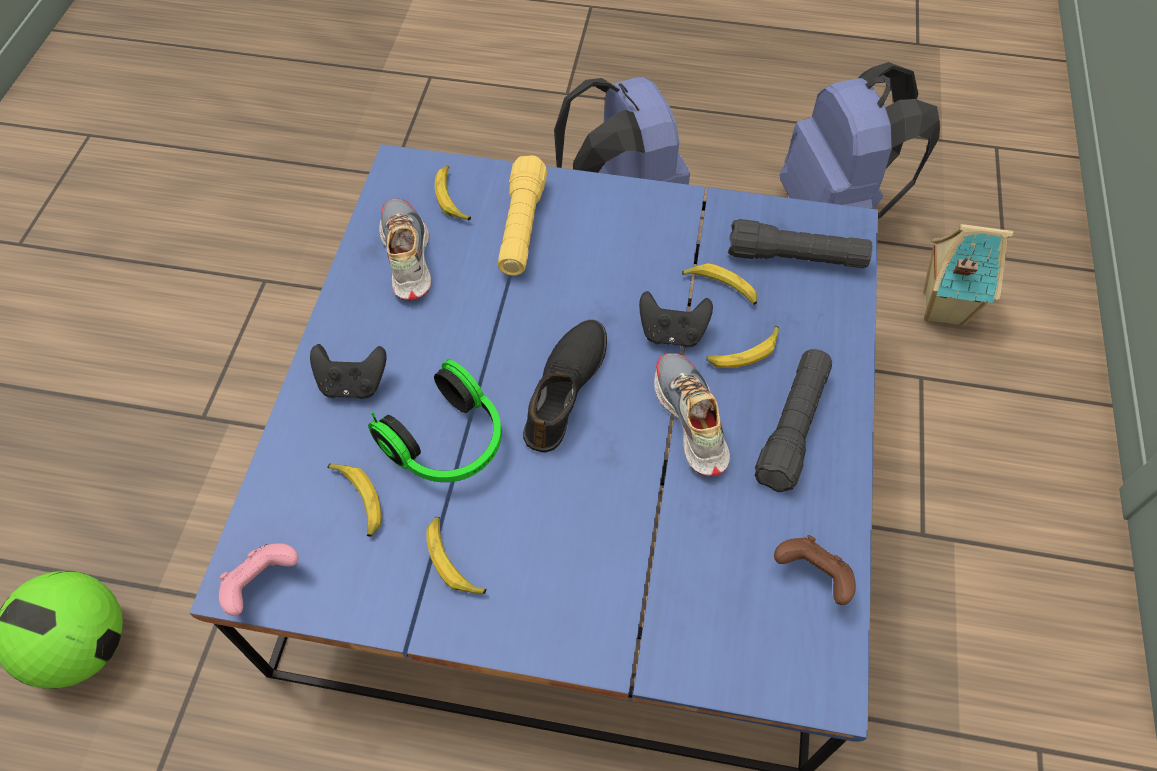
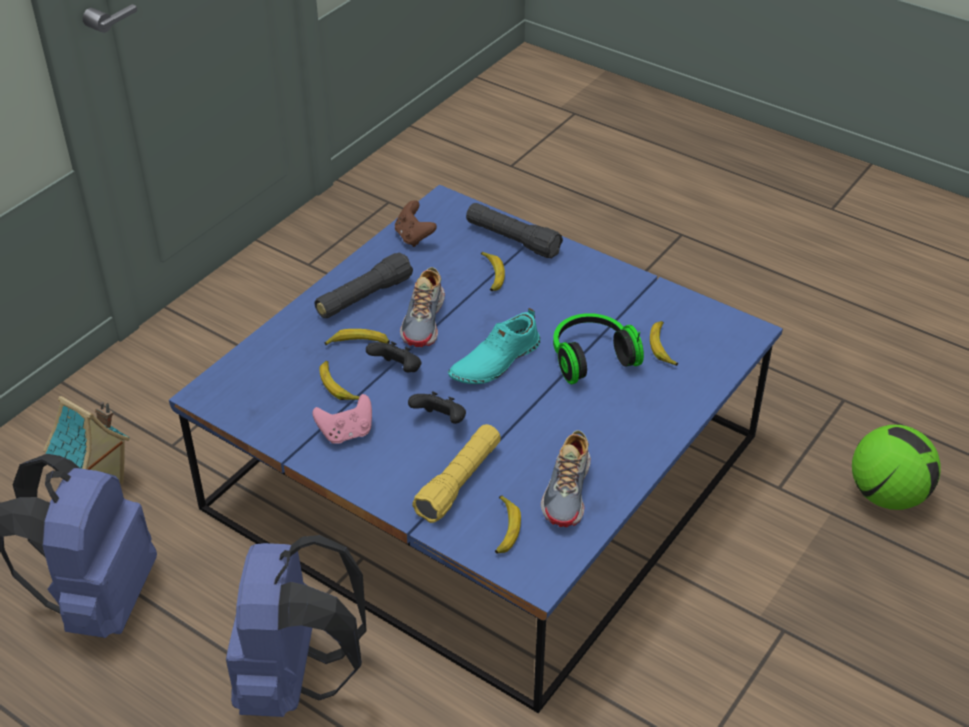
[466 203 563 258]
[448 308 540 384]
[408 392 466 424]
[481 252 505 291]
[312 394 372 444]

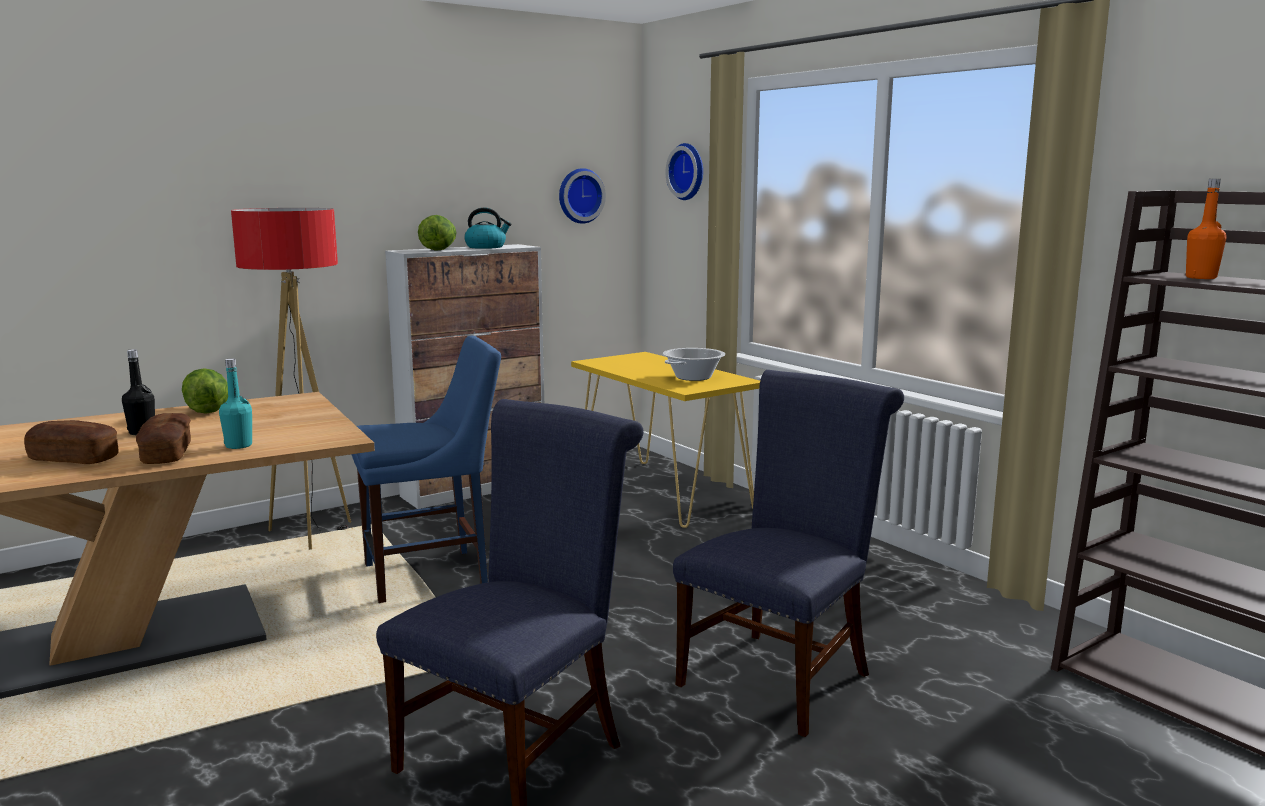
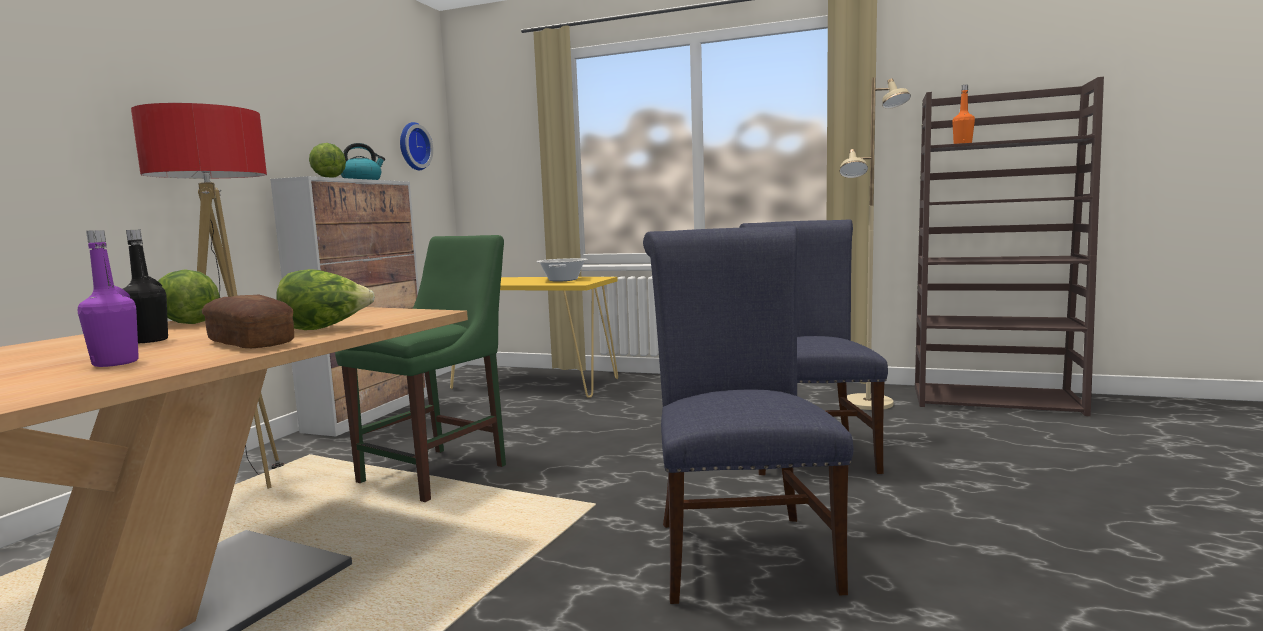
[666 143 703 200] (first image)
[335 235 506 502]
[277 269 375 330]
[78 230 139 367]
[840 77 911 410]

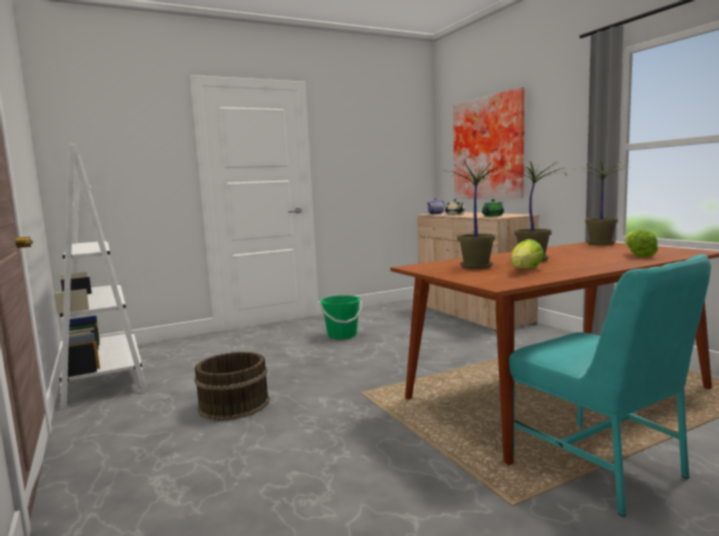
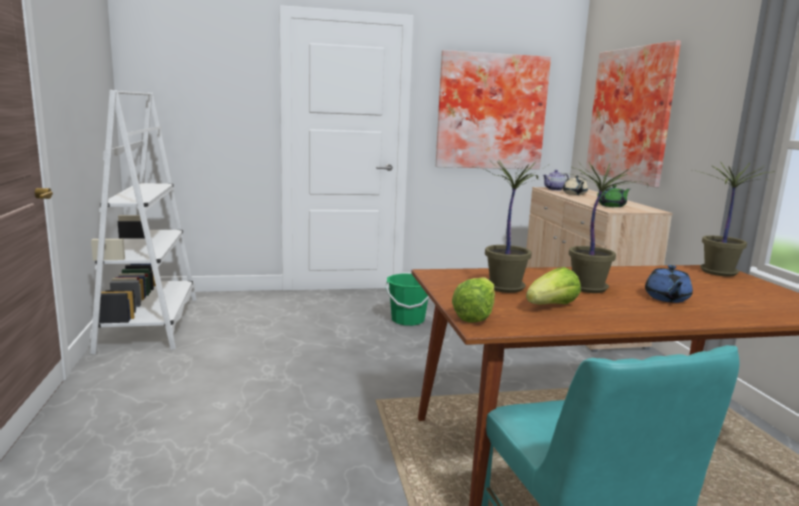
[452 277 495 323]
[194 352 269 421] (first image)
[436 50 551 169]
[645 265 693 303]

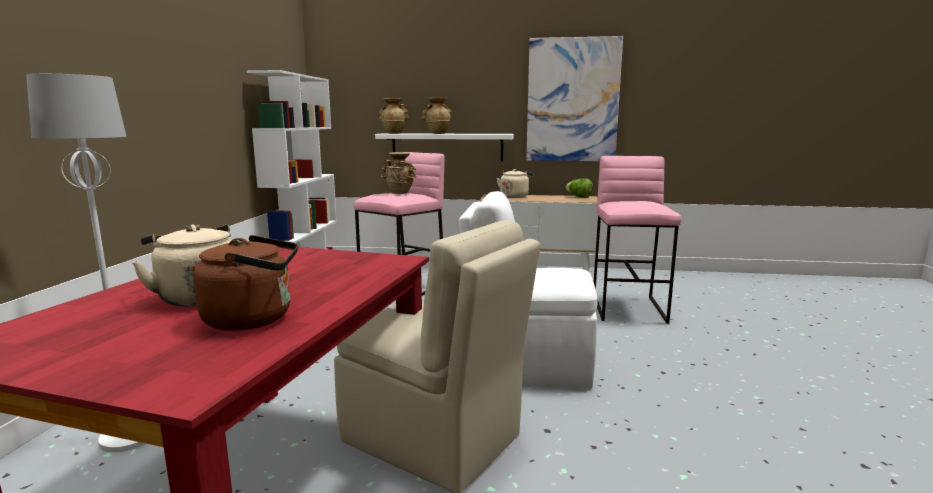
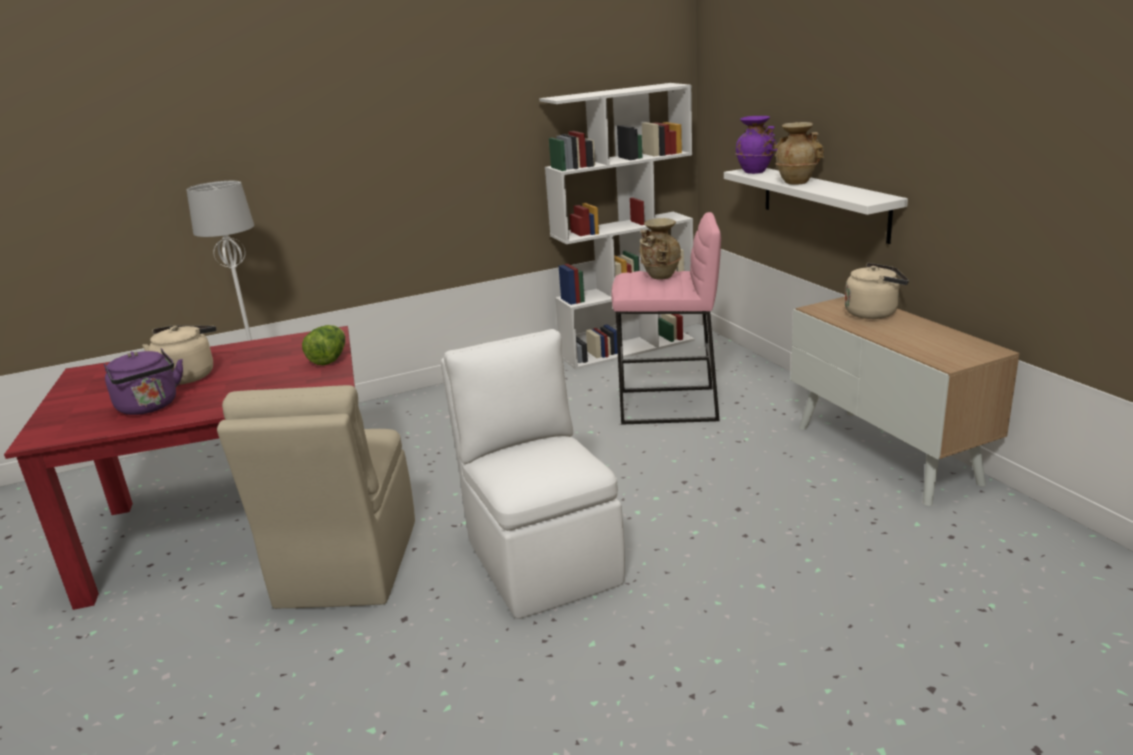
[526 36 623 161] (first image)
[735 116 778 174]
[594 156 681 324] (first image)
[302 325 345 366]
[104 348 183 415]

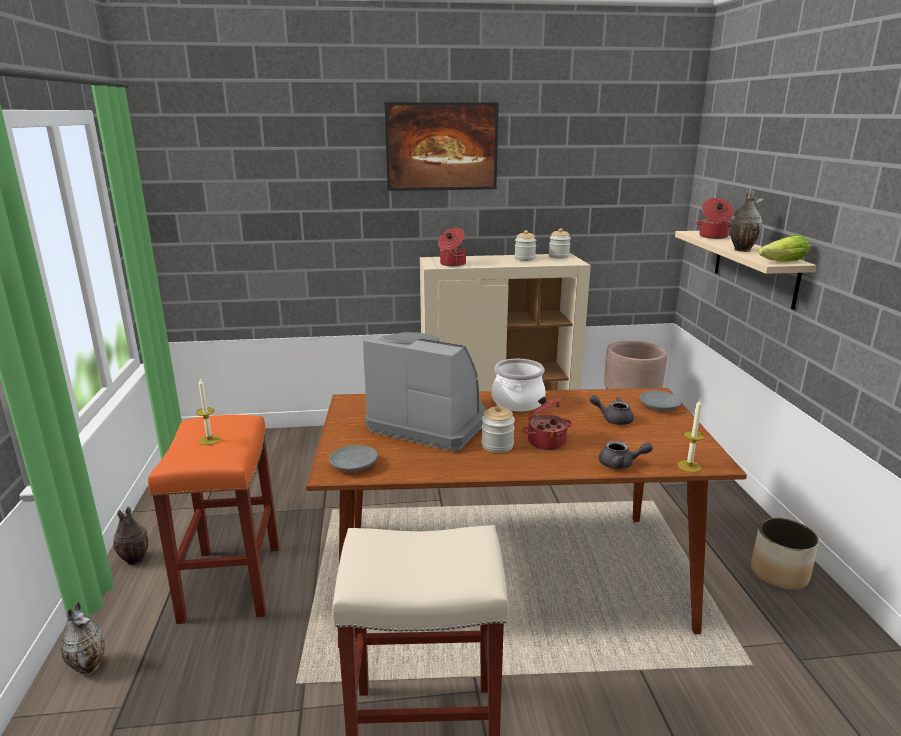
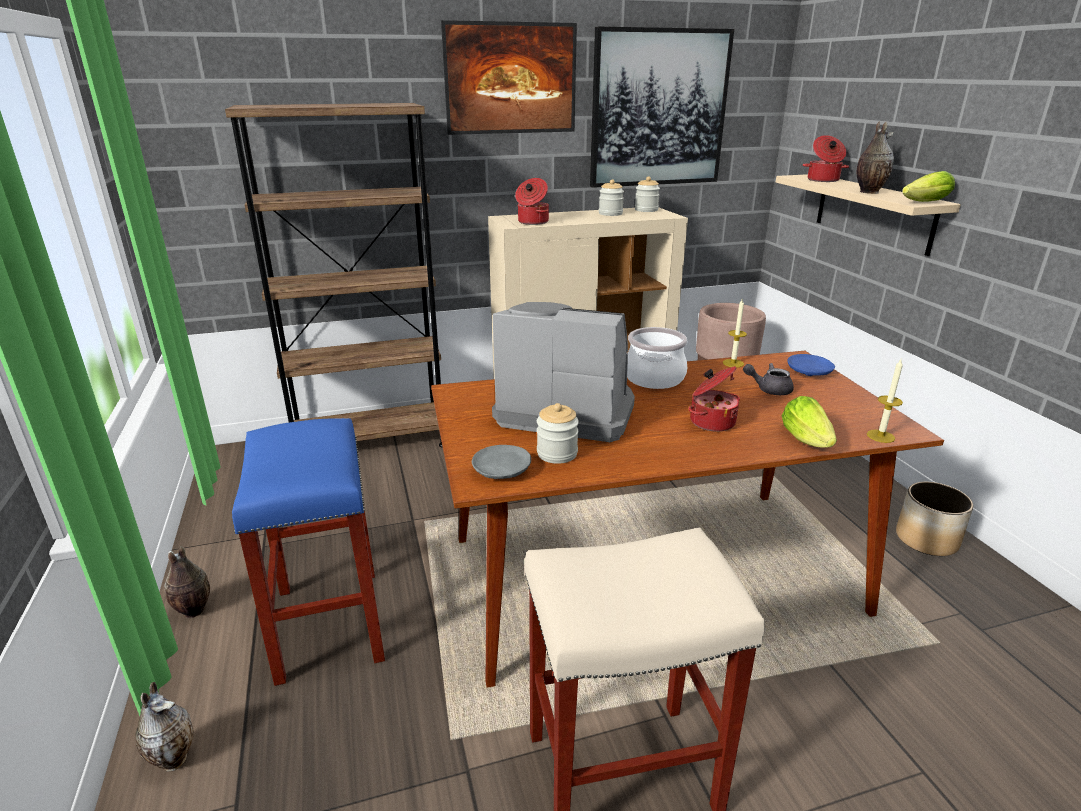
[723 298 747 368]
[787 354 835 376]
[537 403 579 464]
[232 418 385 686]
[782 396 837 448]
[590 27 734 188]
[225 103 442 447]

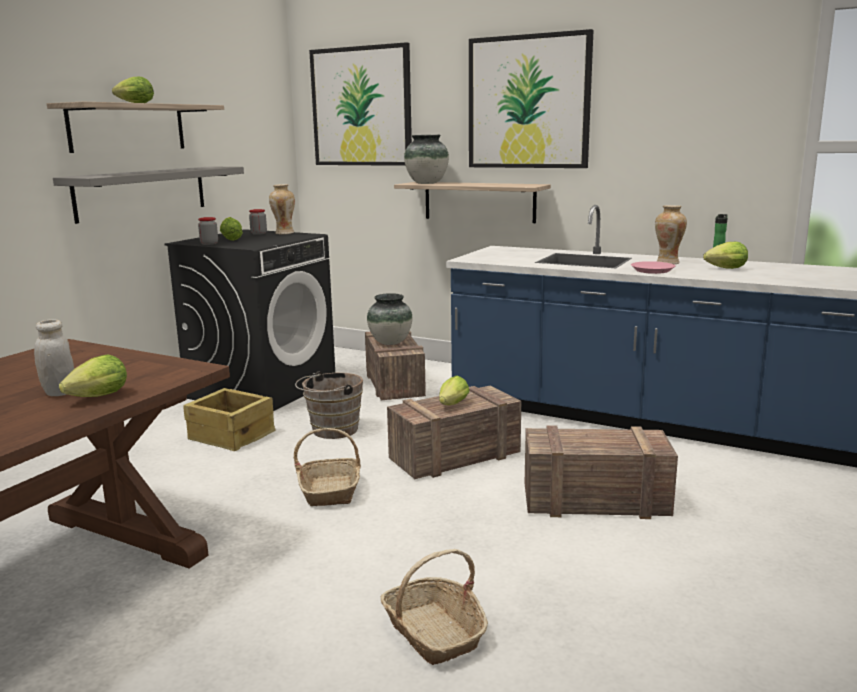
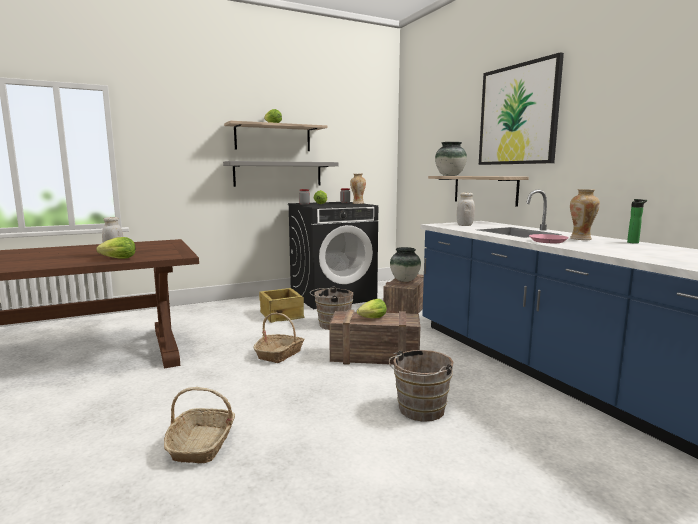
[309 42 412 166] (first image)
[703 242 748 269] (first image)
[389 350 454 422]
[457 193 475 226]

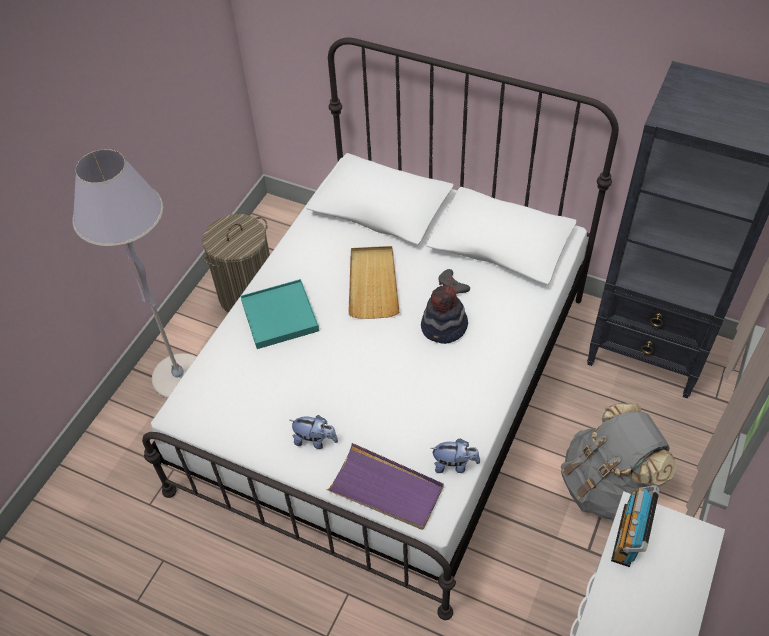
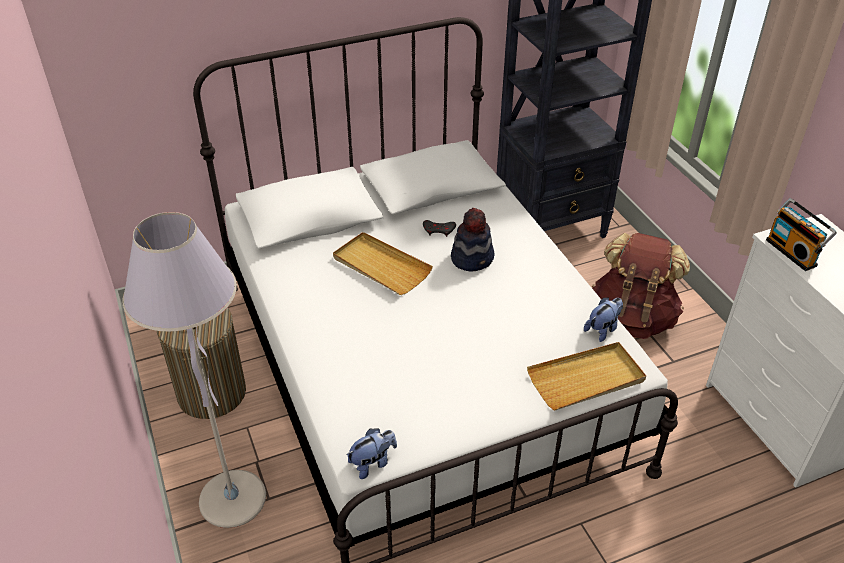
[240 279 319 349] (first image)
[592 233 690 339]
[346 428 397 479]
[527 342 646 410]

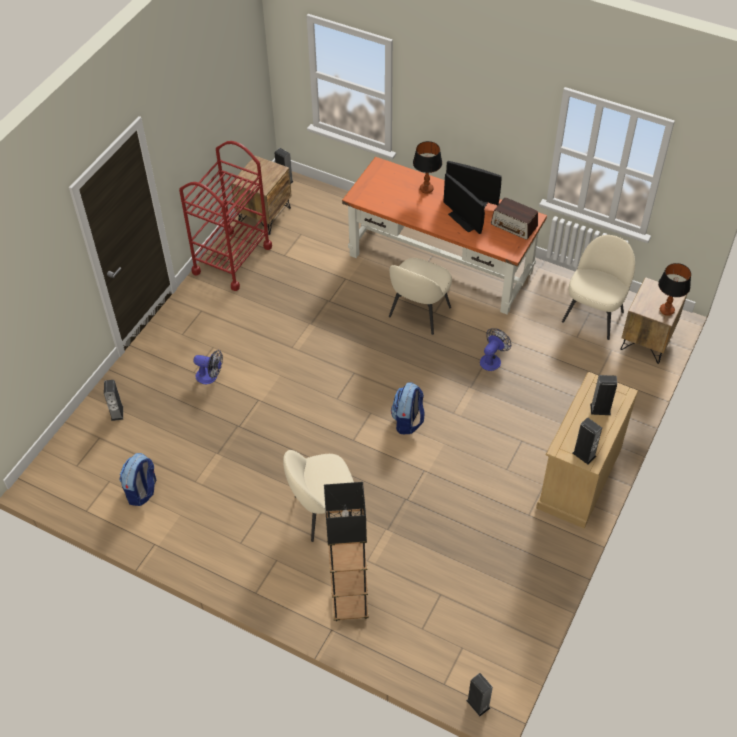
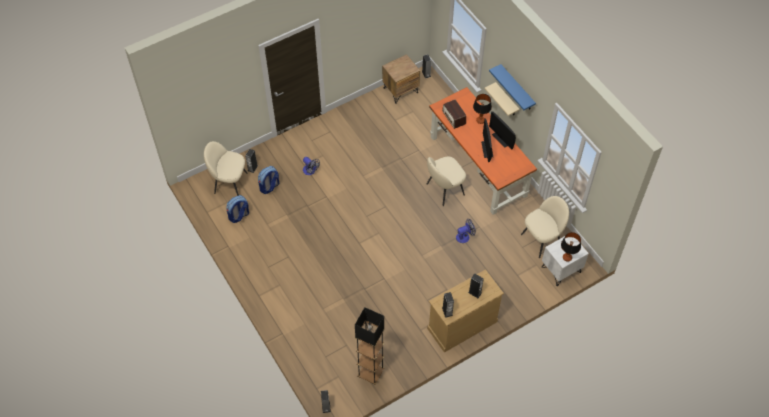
[179 141 272 291] (first image)
[442 100 466 129]
[542 236 589 286]
[258 166 279 194]
[204 141 247 196]
[355 307 384 385]
[489 64 536 110]
[484 82 520 116]

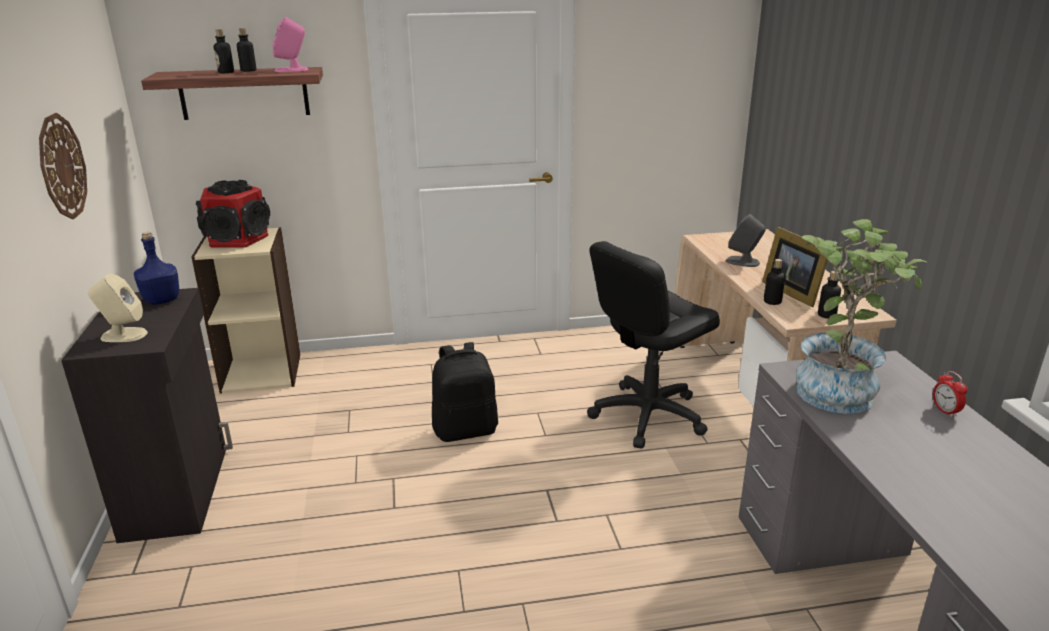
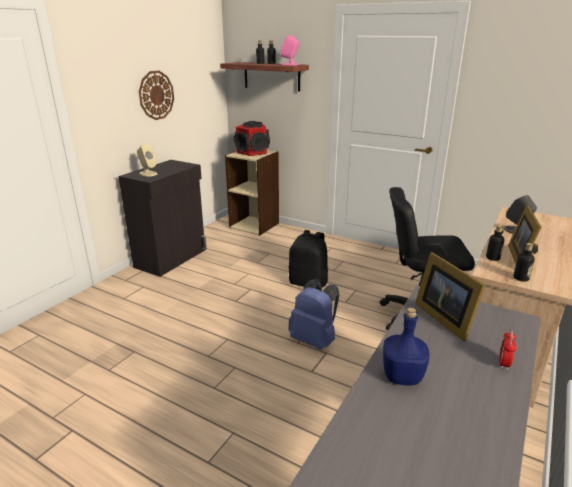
[415 252 486 341]
[383 308 429 385]
[288 279 339 350]

